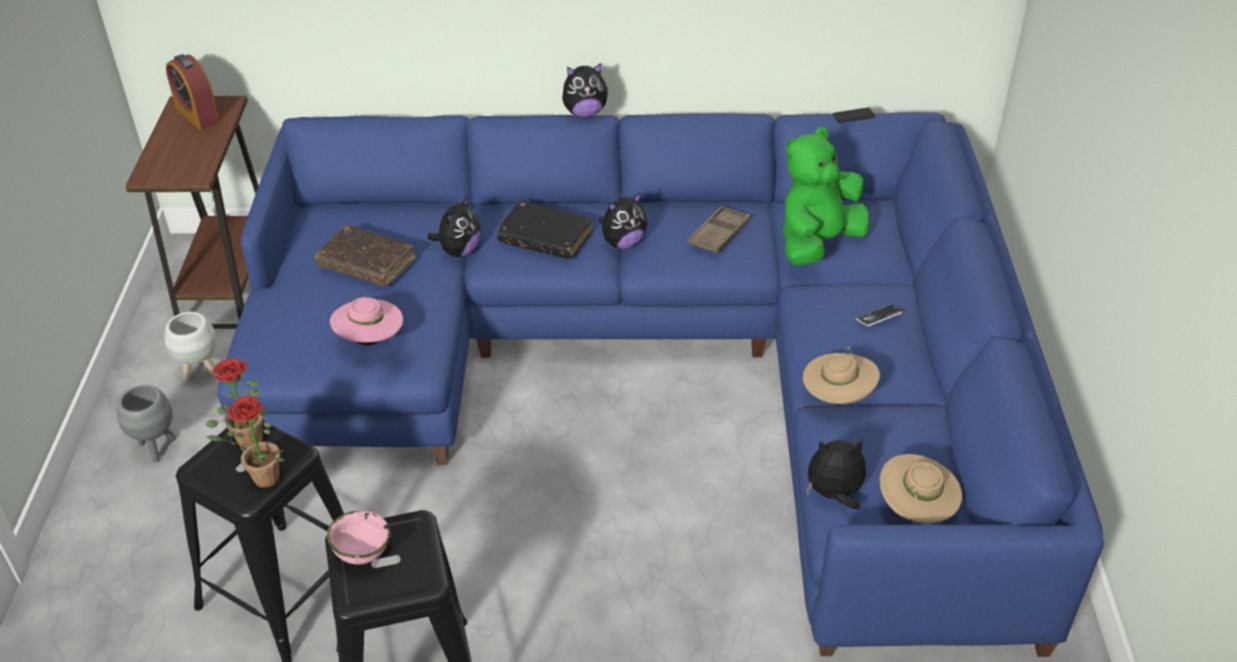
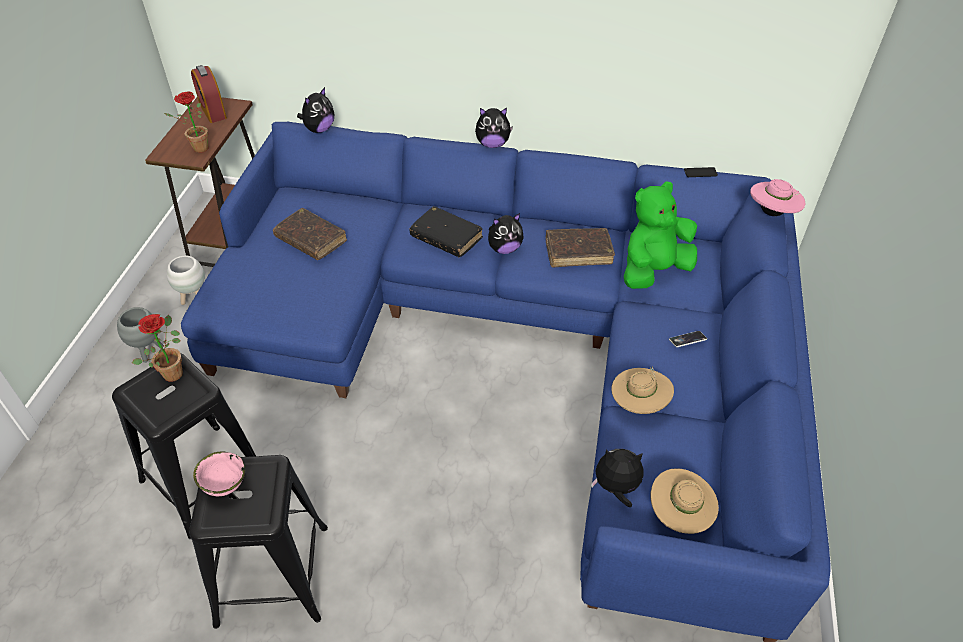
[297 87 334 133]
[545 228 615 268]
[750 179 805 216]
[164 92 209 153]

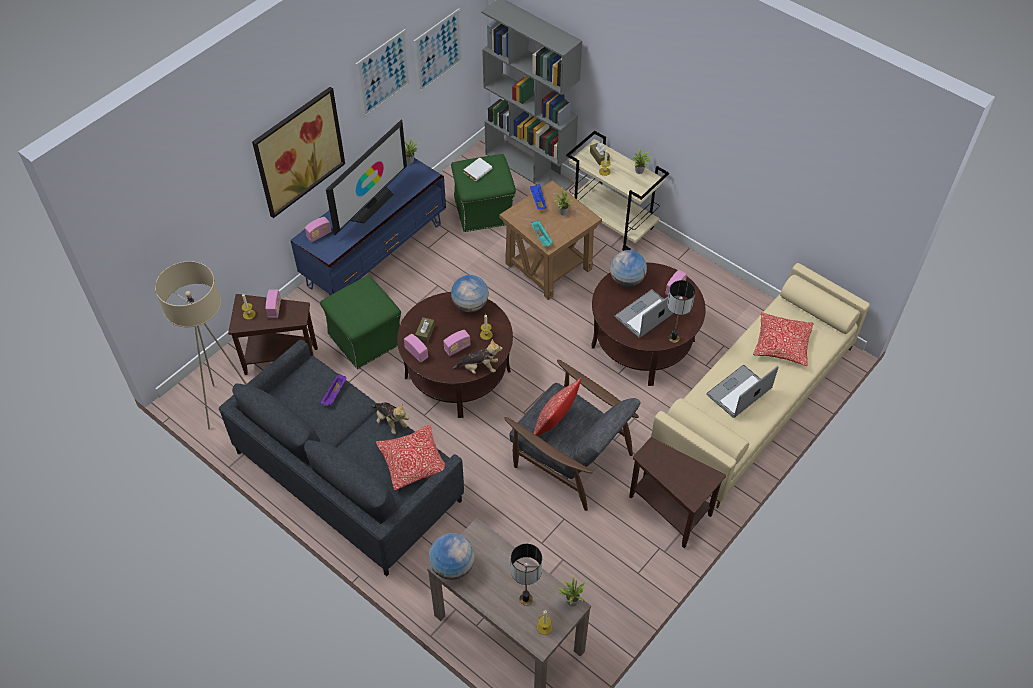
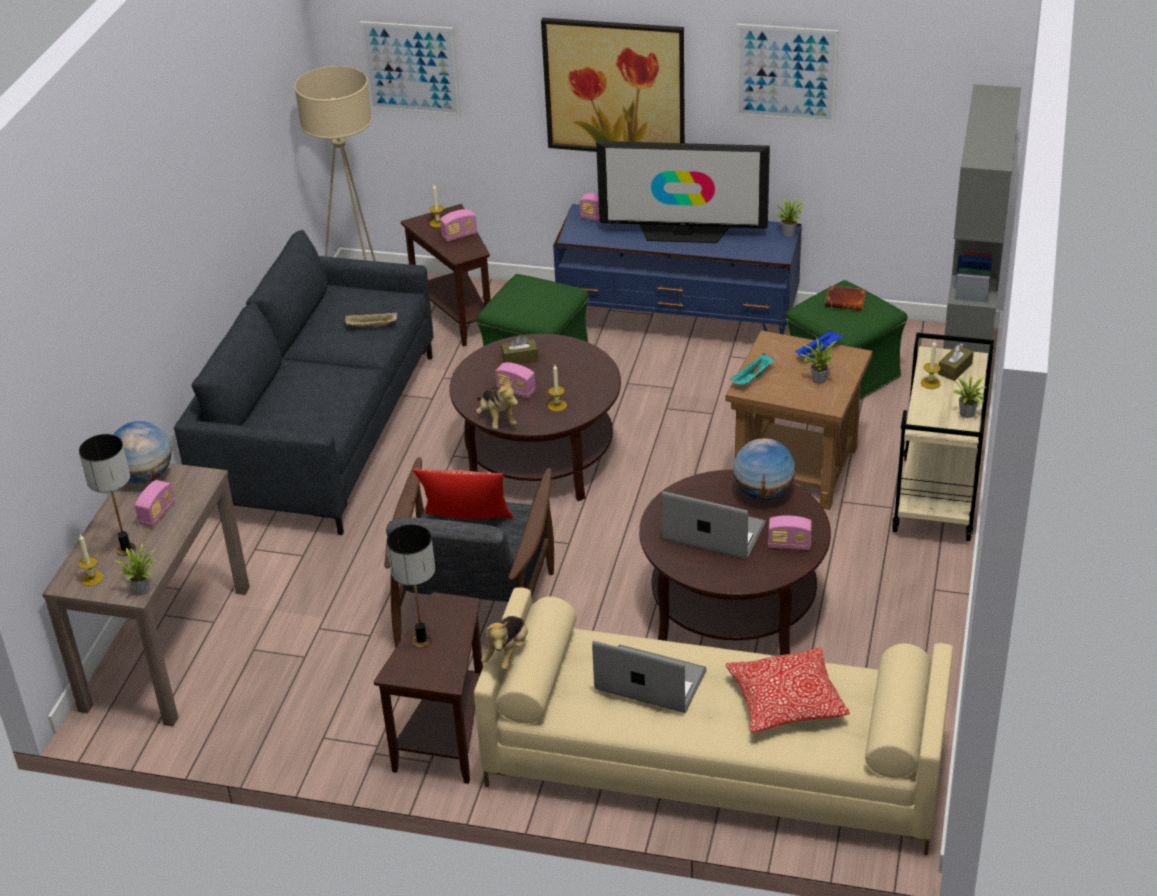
[360 21 461 116]
[825 285 866 311]
[451 275 489 312] (first image)
[387 524 435 648]
[135 480 175 528]
[345 312 397 328]
[481 616 528 670]
[376 424 445 490] (first image)

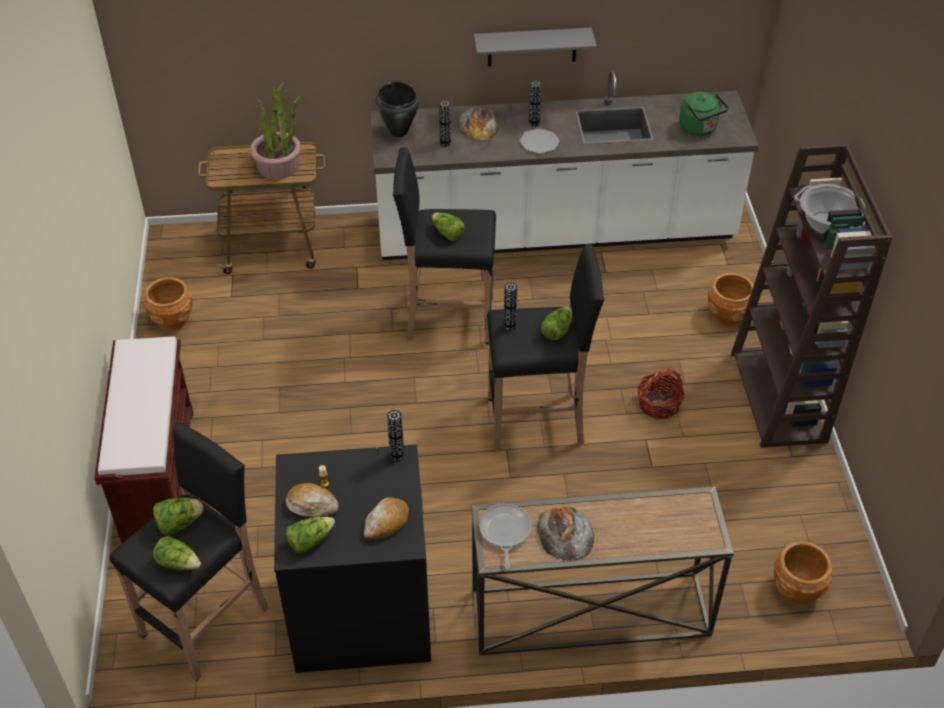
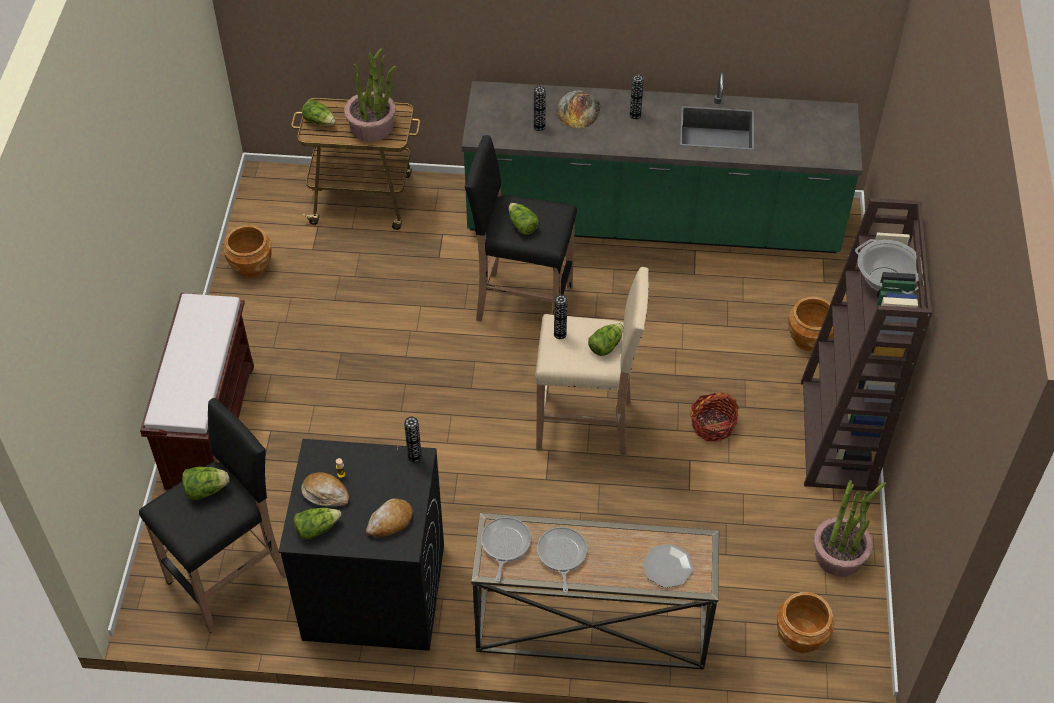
[474 28 597 66] (first image)
[462 72 862 253]
[376 81 419 137] (first image)
[679 92 729 136] (first image)
[643 544 693 588]
[535 267 649 457]
[537 527 587 593]
[302 99 336 125]
[814 480 887 577]

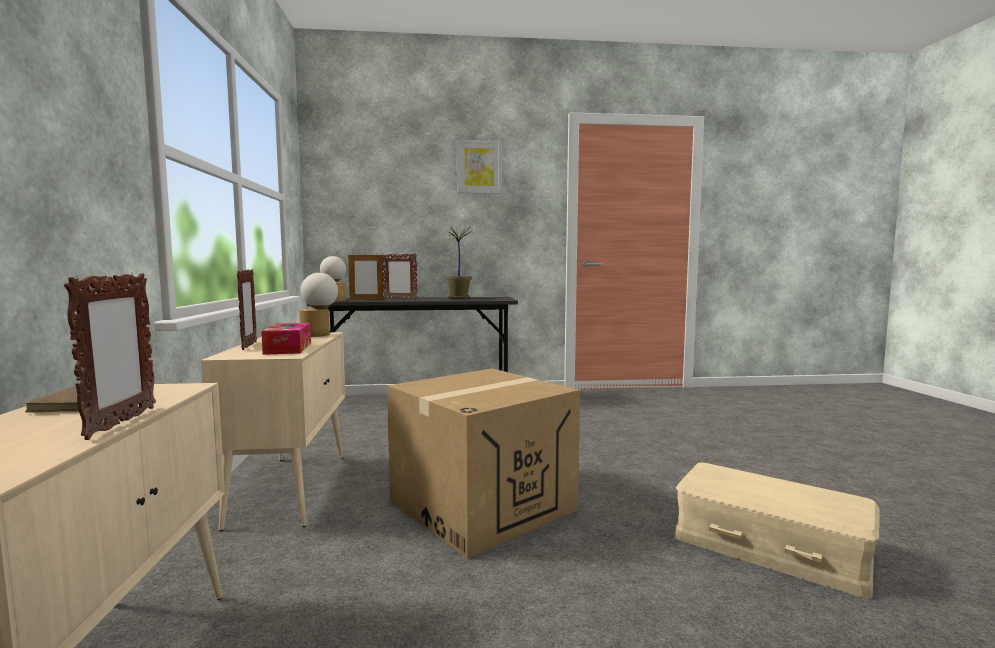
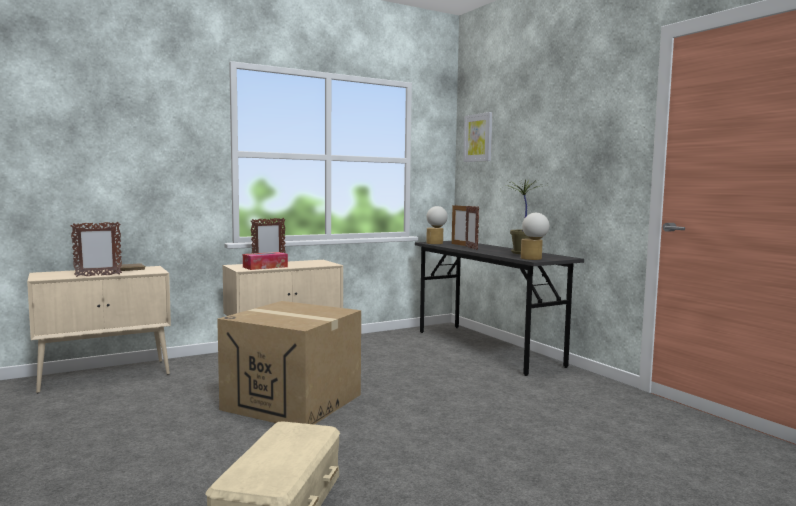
[463 112 492 162]
[521 213 549 260]

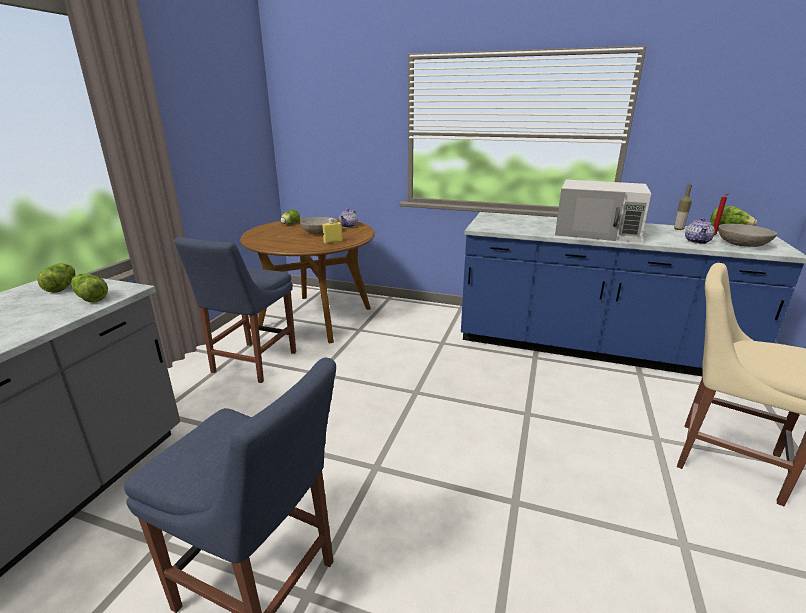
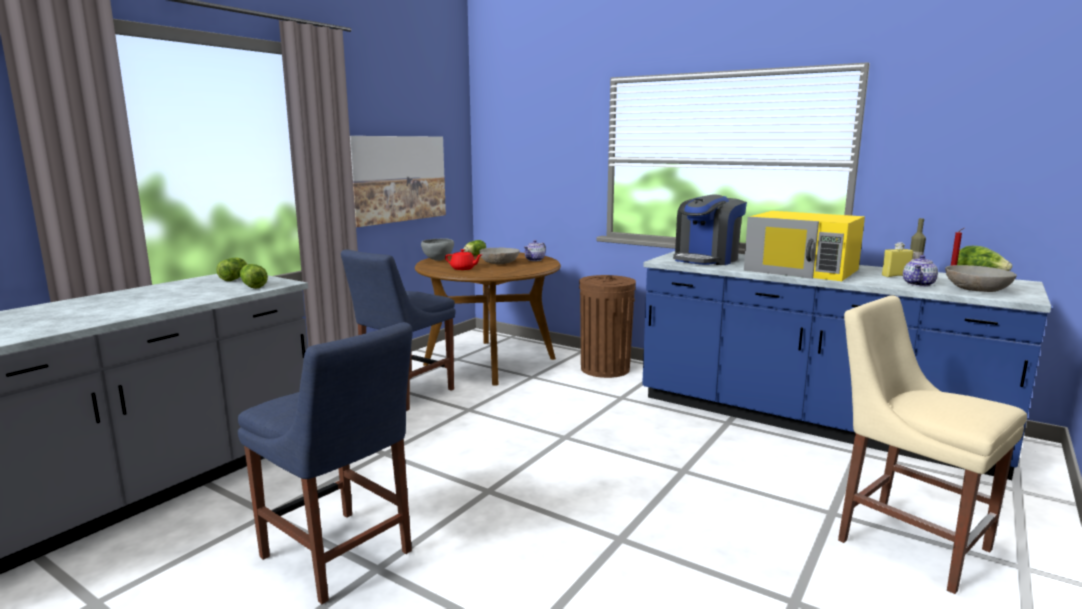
[744 211 865 281]
[882 243 913 277]
[350 136 446 227]
[673 195 747 265]
[421 238 454 261]
[445 249 483 270]
[579 275 636 378]

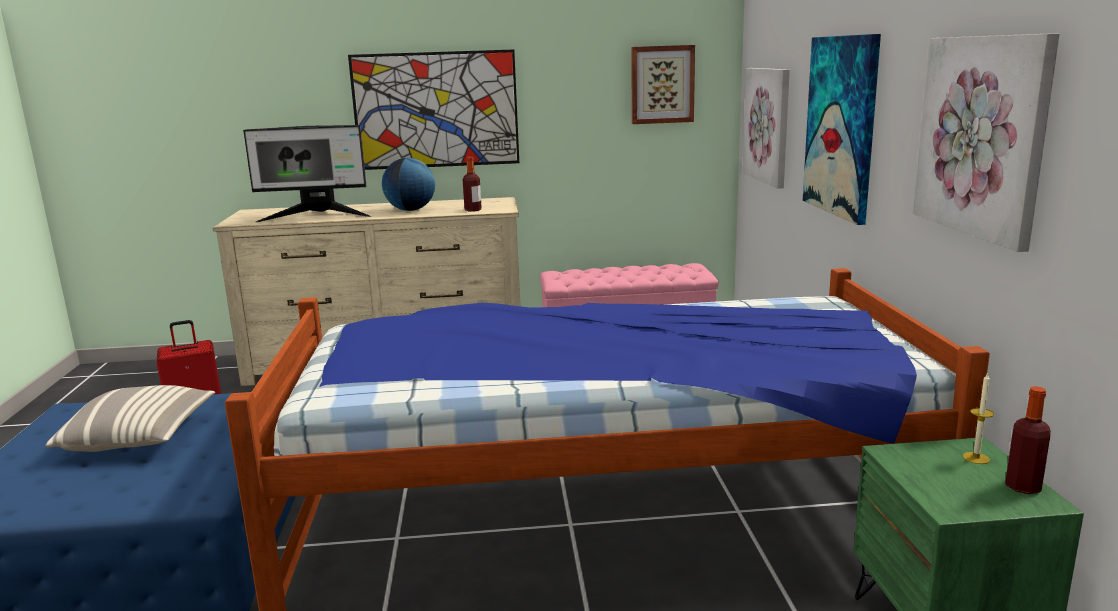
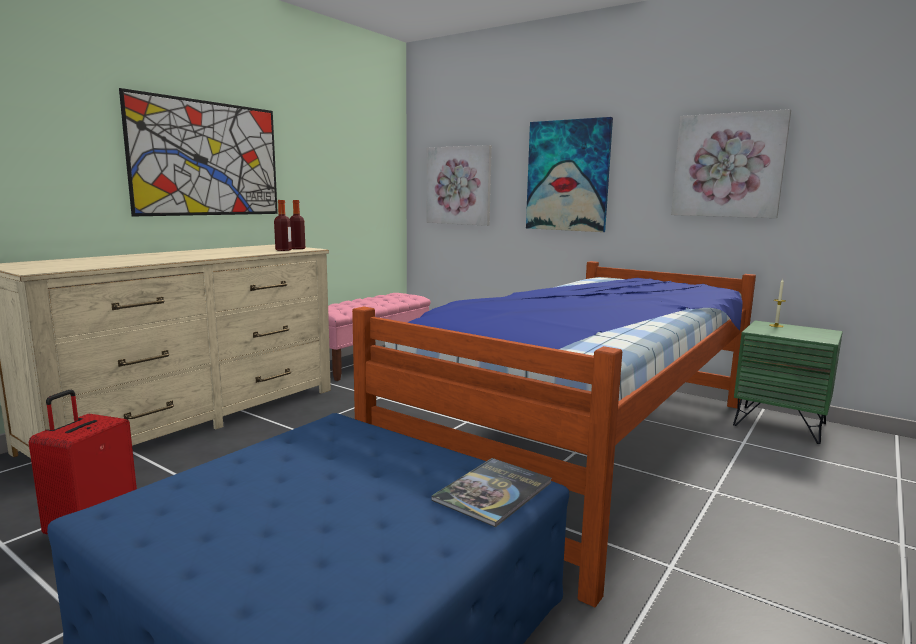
[631 45 695 124] (first image)
[243 125 371 222] (first image)
[382 158 435 211] (first image)
[45 385 215 452] (first image)
[290 200 305 249]
[432 458 552 527]

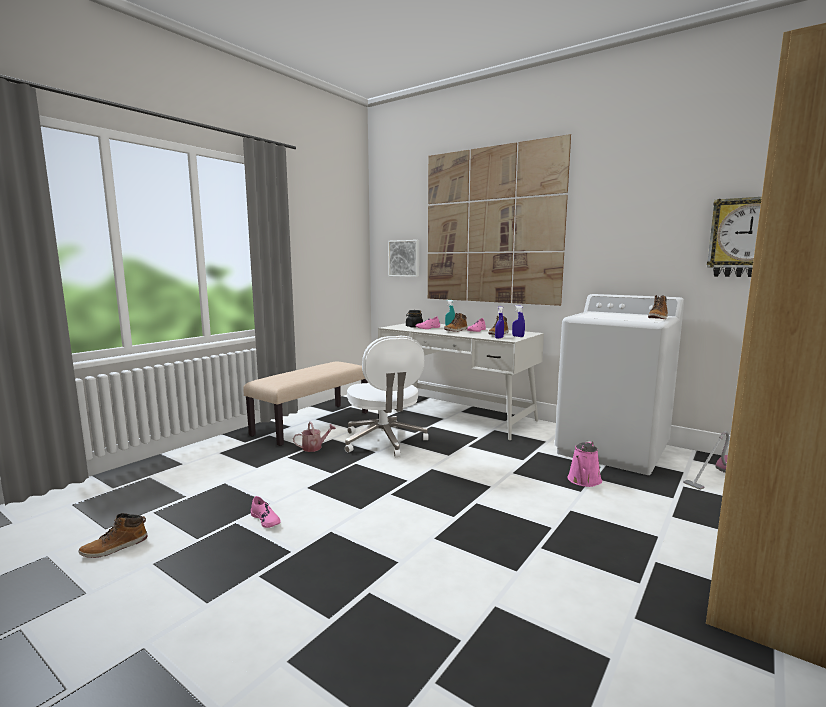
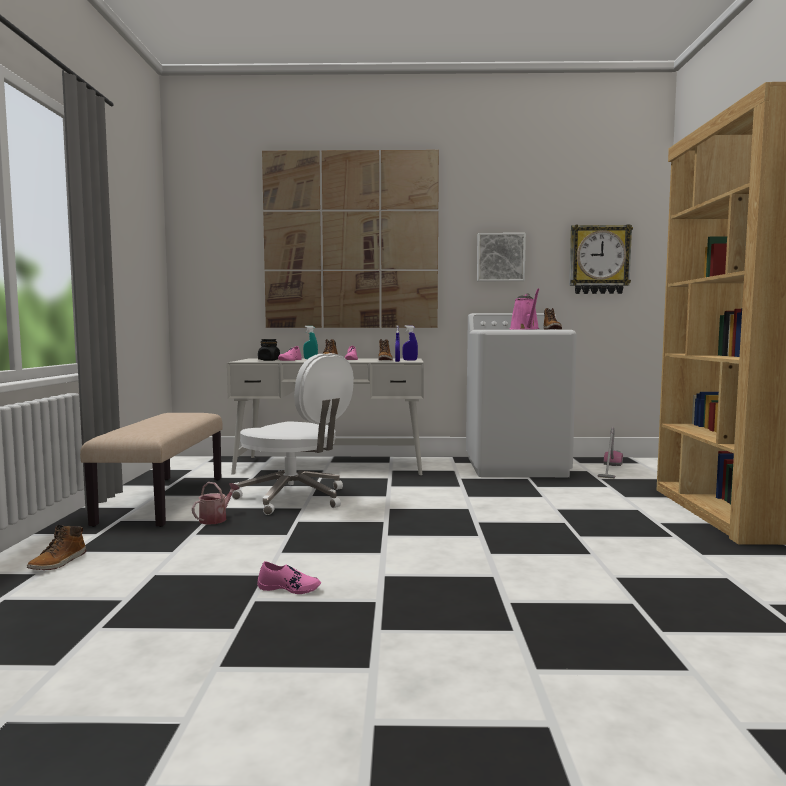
[477 233 526 281]
[510 288 540 330]
[27 525 86 570]

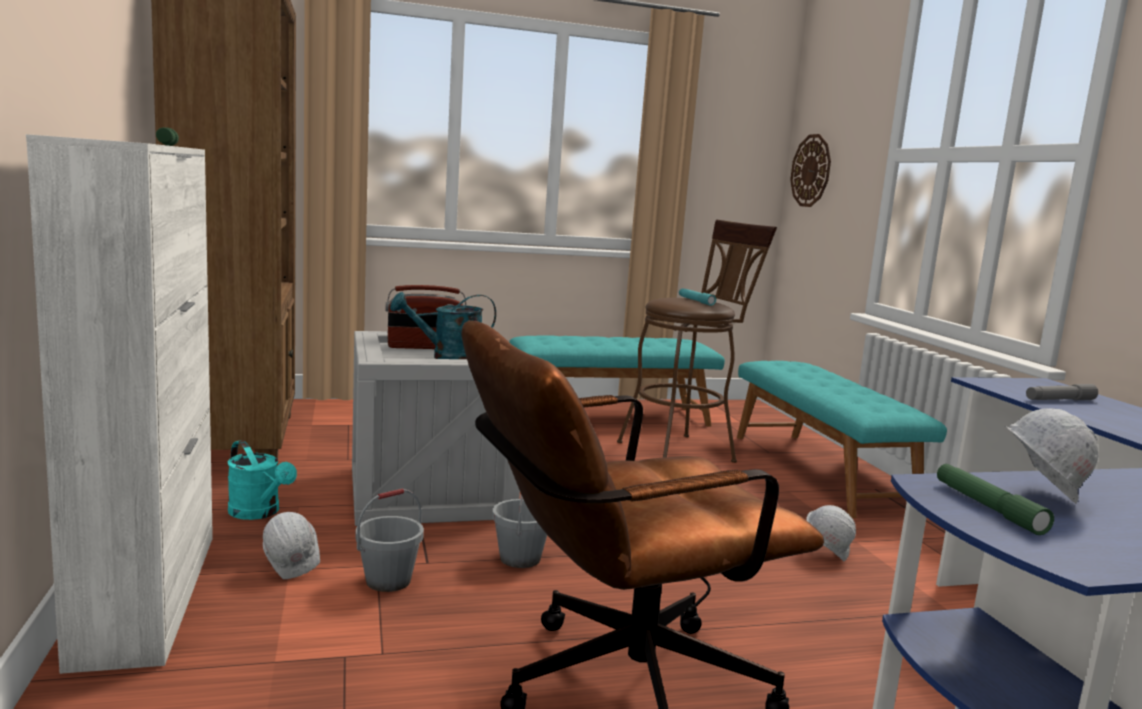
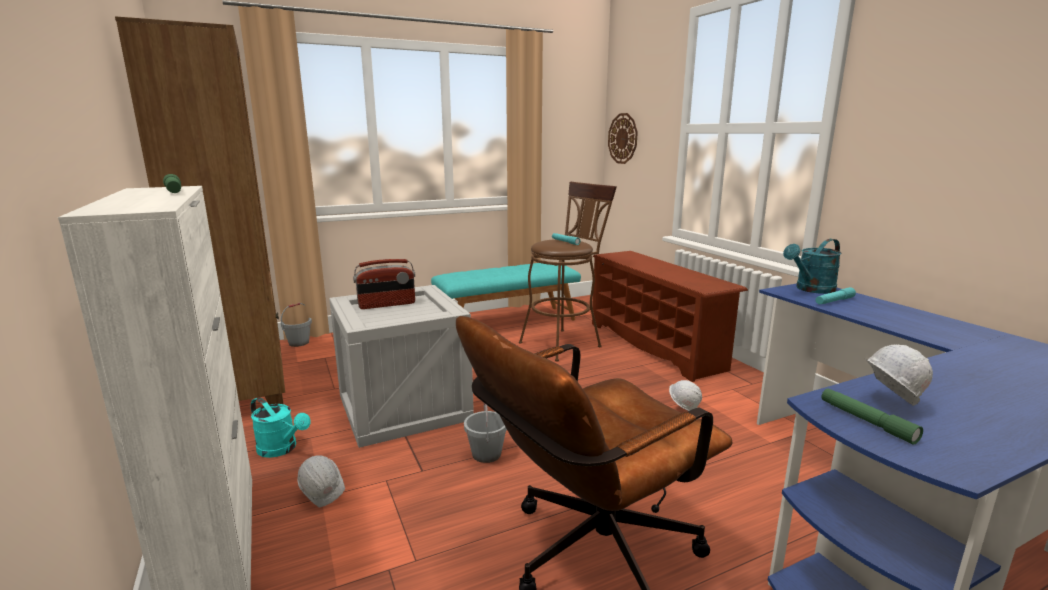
[783 239 841 294]
[592 251 748 382]
[816 287 856 304]
[281 303 312 347]

